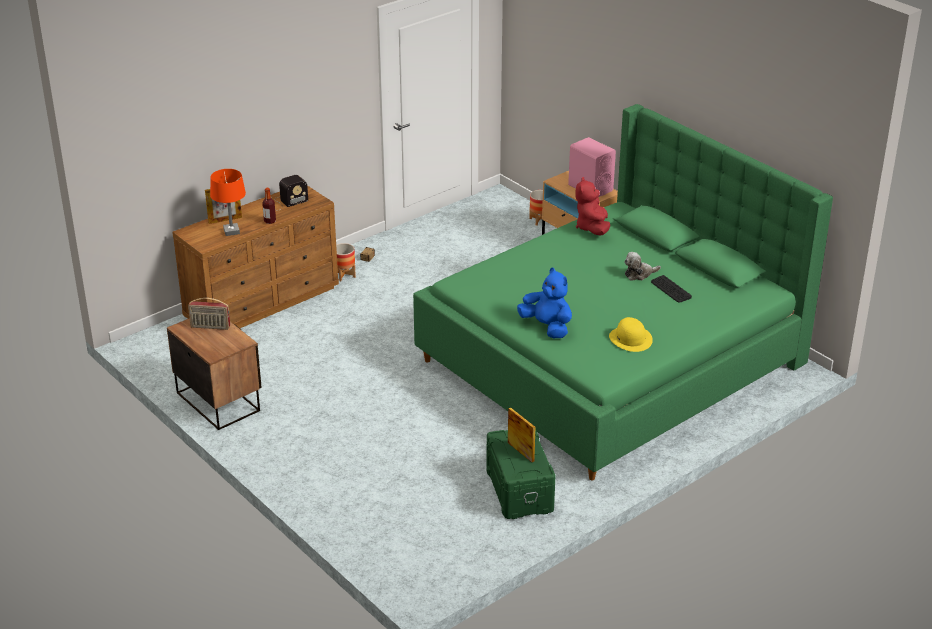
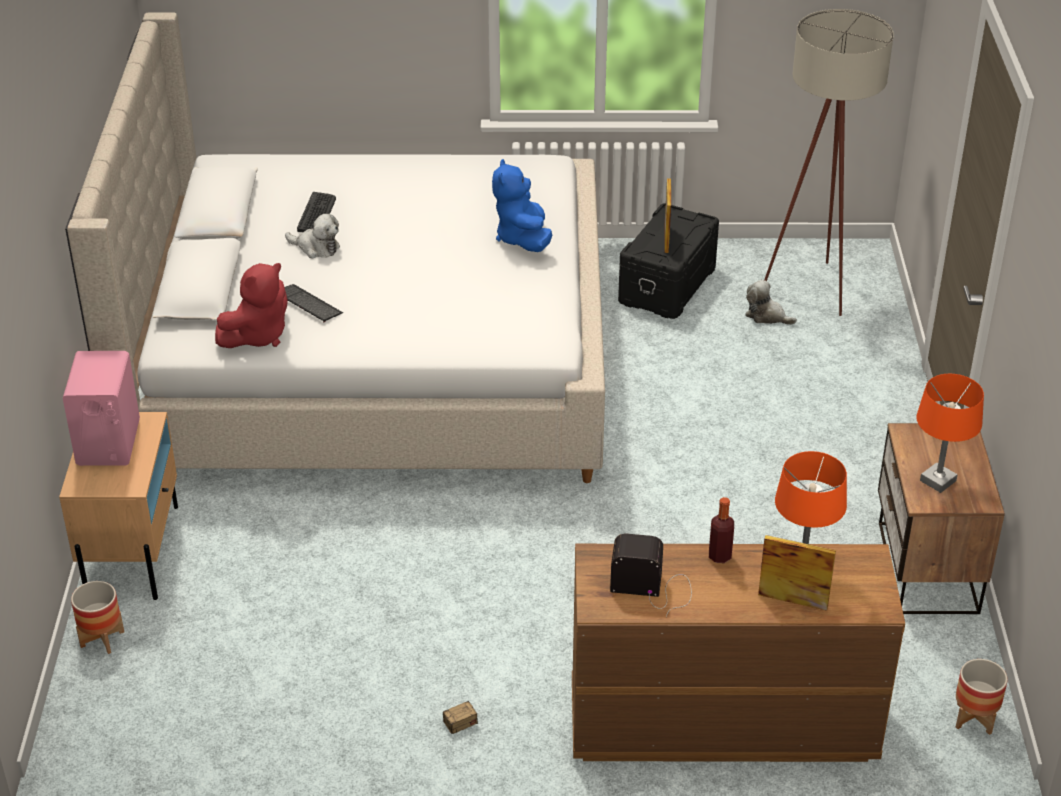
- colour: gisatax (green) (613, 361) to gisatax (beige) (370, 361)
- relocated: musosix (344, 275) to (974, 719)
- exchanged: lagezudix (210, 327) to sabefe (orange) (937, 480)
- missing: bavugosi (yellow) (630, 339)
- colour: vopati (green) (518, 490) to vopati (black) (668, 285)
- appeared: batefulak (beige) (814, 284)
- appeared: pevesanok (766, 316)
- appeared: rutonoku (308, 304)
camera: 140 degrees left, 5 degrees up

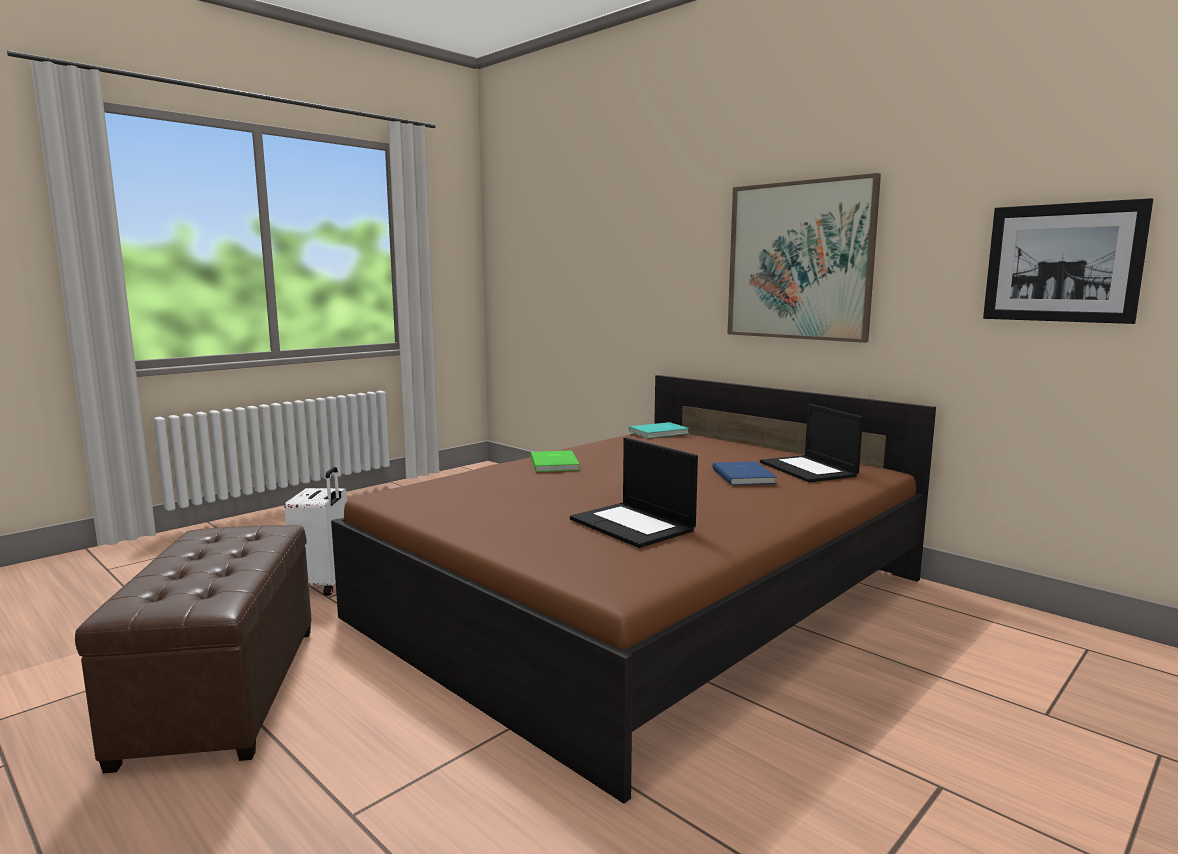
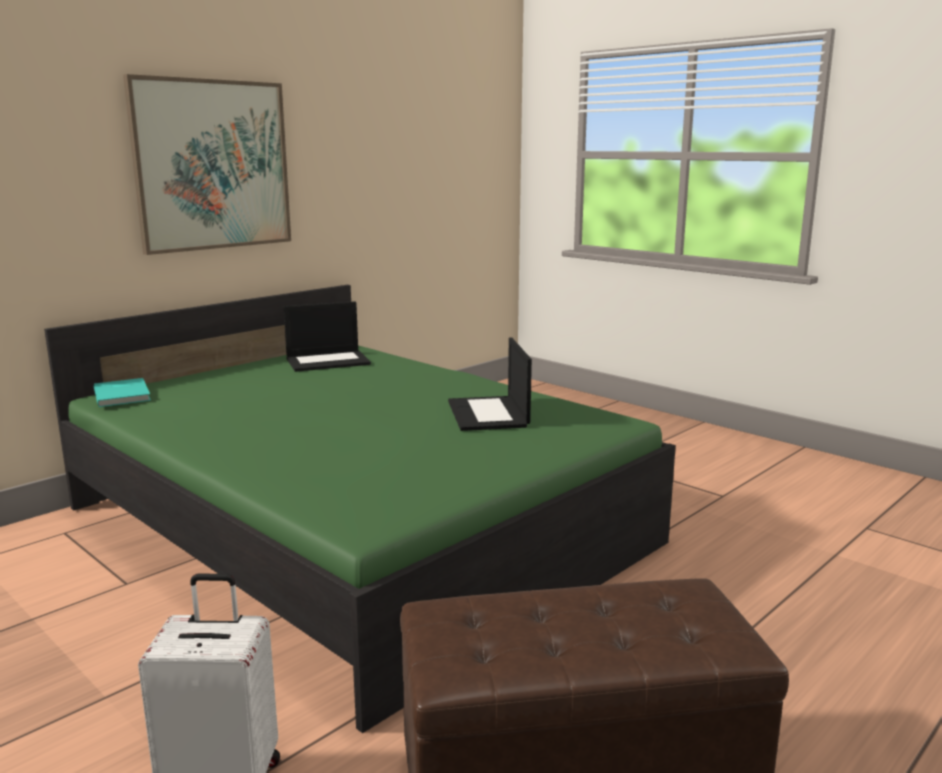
- missing: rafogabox (1062, 263)
- colour: gisatax (brown) (645, 597) to gisatax (green) (355, 525)
- spun: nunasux (633, 525) = (488, 414) 120 degrees clockwise
- missing: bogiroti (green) (555, 463)
- missing: bogiroti (blue) (744, 475)
camera: 90 degrees left, 5 degrees up

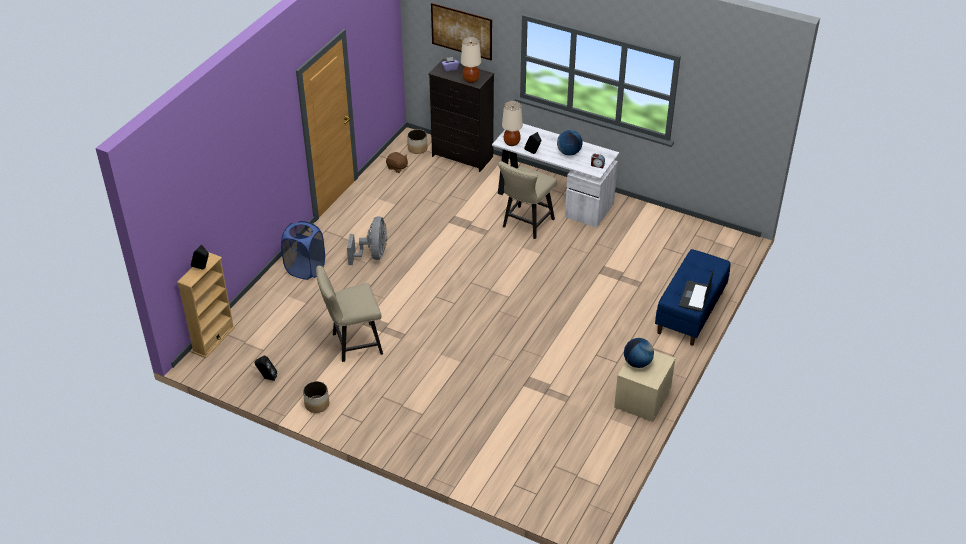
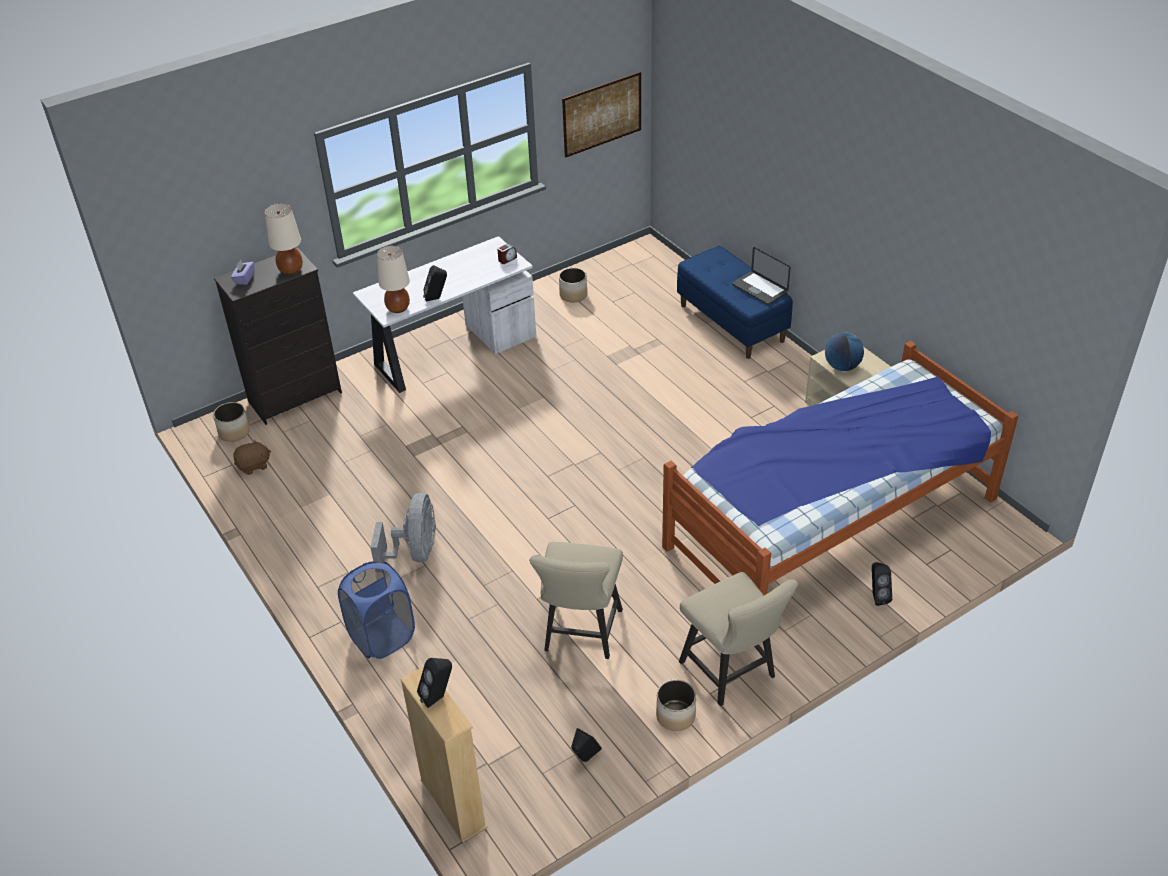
- relocated: rafogabox (461, 31) to (602, 114)
- missing: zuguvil (569, 153)
- relocated: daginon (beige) (526, 225) to (732, 673)
- spun: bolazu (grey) (373, 255) = (415, 553) 60 degrees clockwise
- appeared: musosix (573, 295)
- appeared: gisatax (830, 522)
- appeared: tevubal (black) (877, 596)
camera: 60 degrees left, 0 degrees up

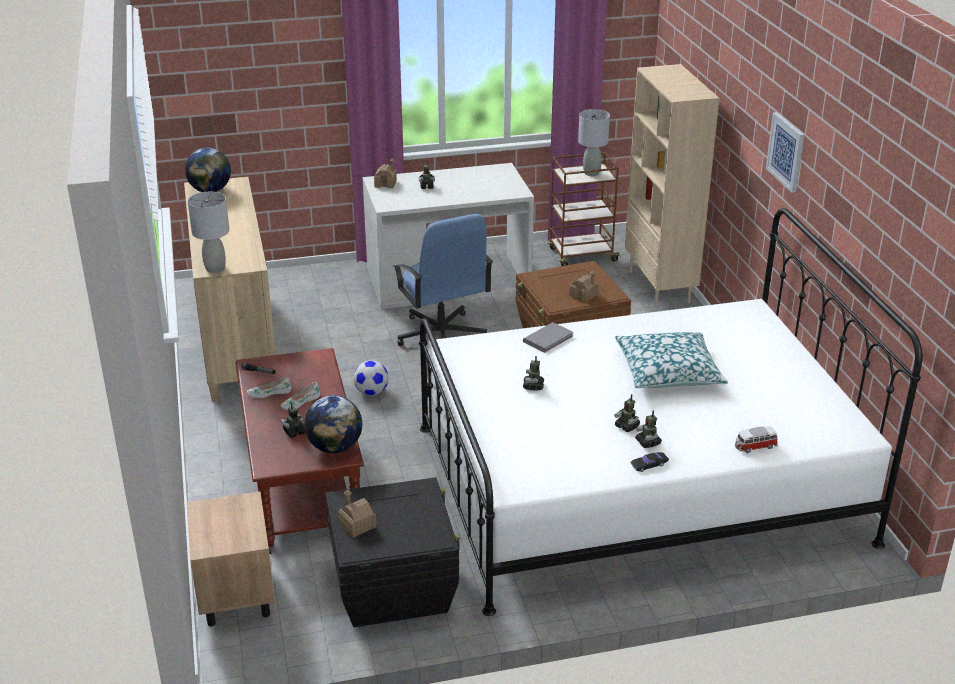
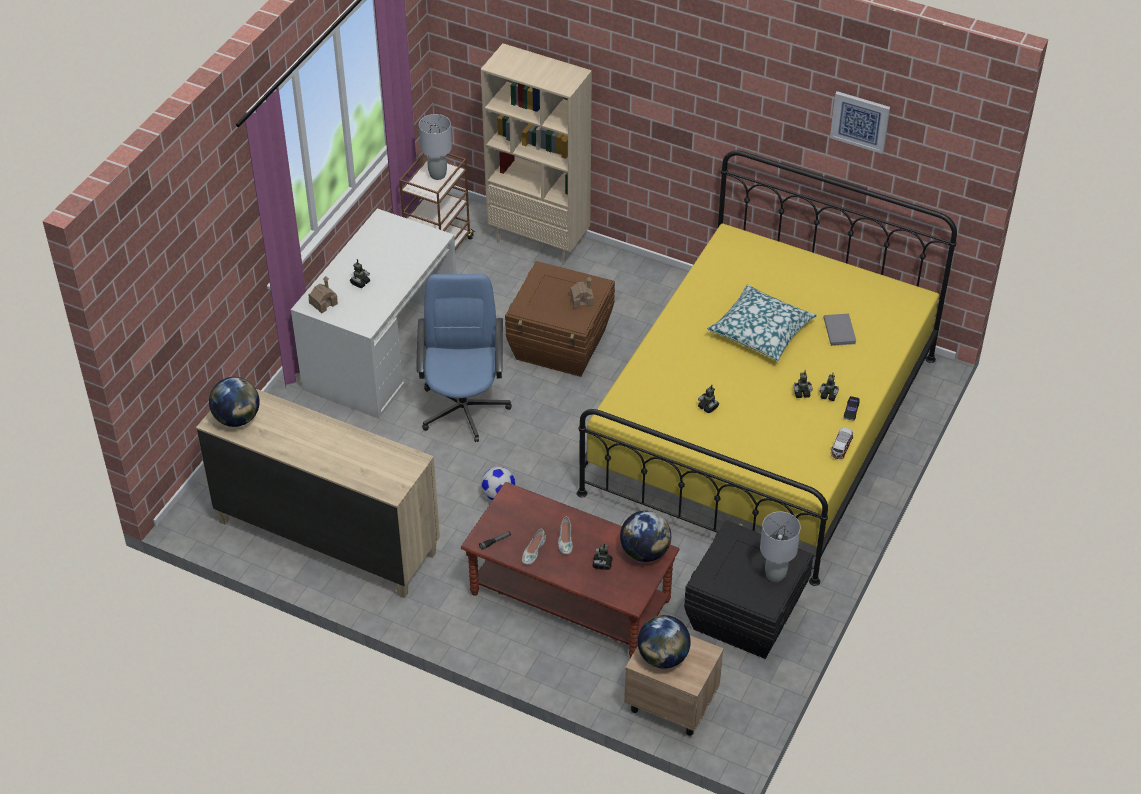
- relocated: rafogabox (786, 151) to (860, 121)
- relocated: sabefe (grey) (215, 269) to (775, 575)
- colour: gisatax (white) (637, 483) to gisatax (yellow) (761, 424)
- spun: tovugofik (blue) (441, 336) = (464, 407) 105 degrees counterclockwise
- relocated: bogiroti (grey) (549, 339) to (840, 330)
- relocated: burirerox (755, 447) to (841, 448)
- missing: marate (357, 525)
- appeared: zuguvil (663, 657)
camera: 50 degrees left, 15 degrees up

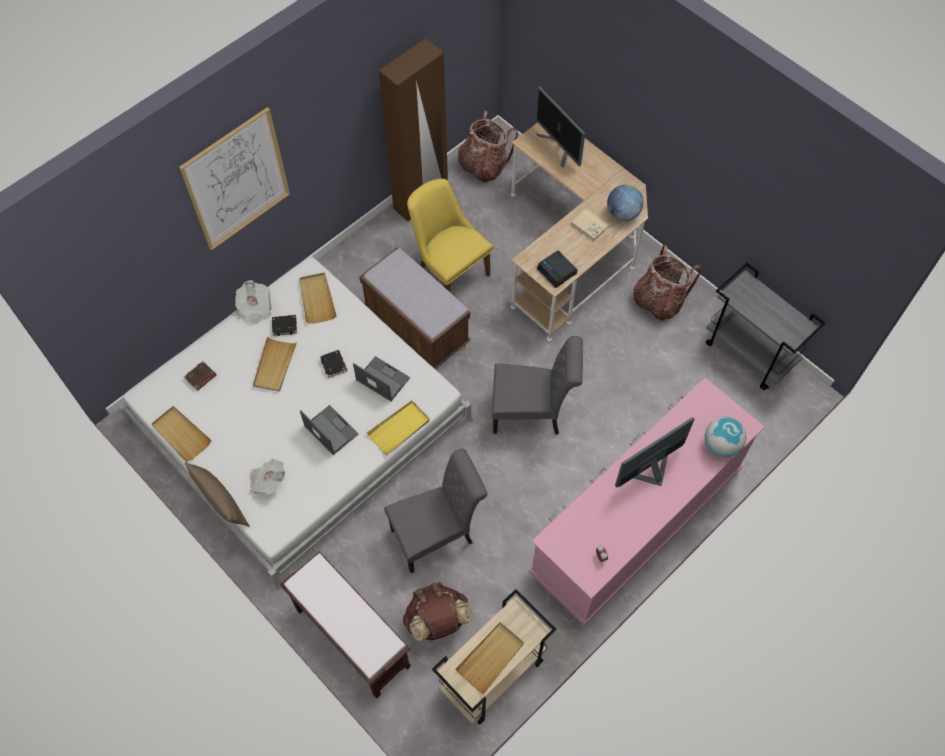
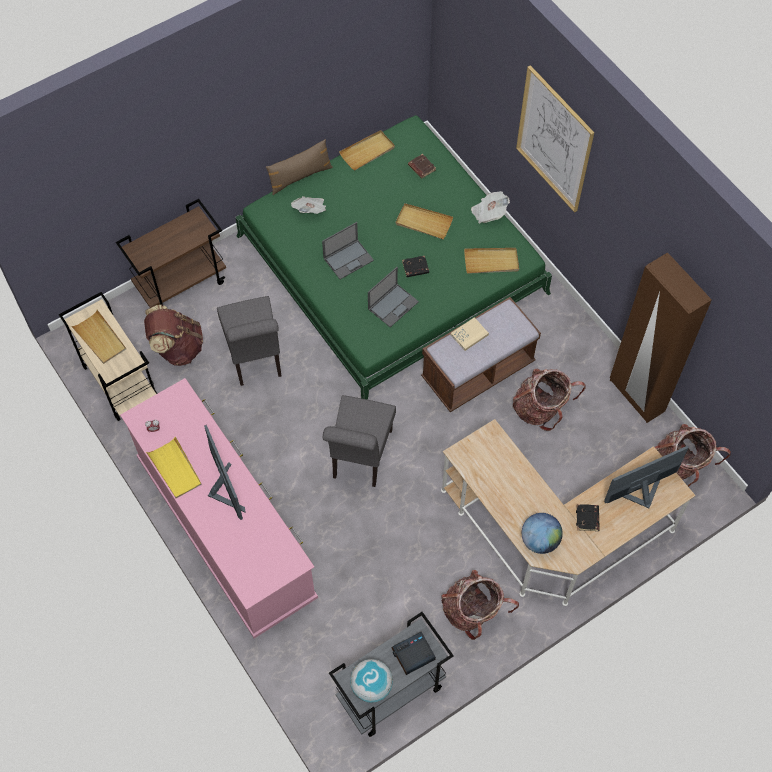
- exchanged: daginon (yellow) (448, 270) to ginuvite (541, 409)
- relocated: bogiroti (beige) (589, 225) to (469, 335)
- relocated: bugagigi (557, 271) to (413, 654)
- colour: gisatax (white) (300, 421) to gisatax (green) (391, 265)
- relocated: bogiroti (black) (285, 326) to (588, 519)
- relocated: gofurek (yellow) (399, 428) to (175, 469)
- relocated: zuguvil (721, 445) to (371, 686)
- exchanged: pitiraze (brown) (351, 637) to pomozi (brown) (182, 283)
camera: 100 degrees right, 0 degrees up

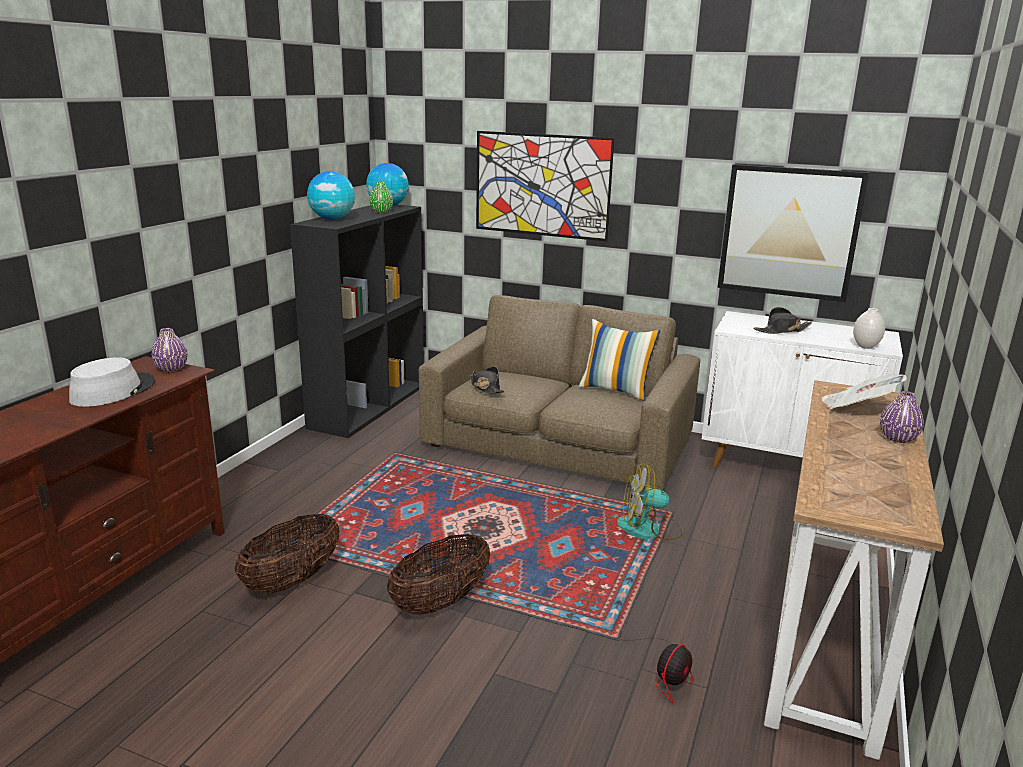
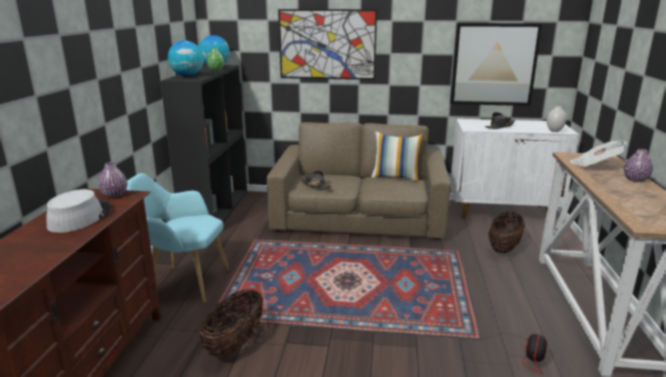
- missing: bolazu (649, 529)
- relocated: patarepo (441, 602) to (504, 248)
- appeared: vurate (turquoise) (184, 282)
camera: 15 degrees left, 0 degrees up

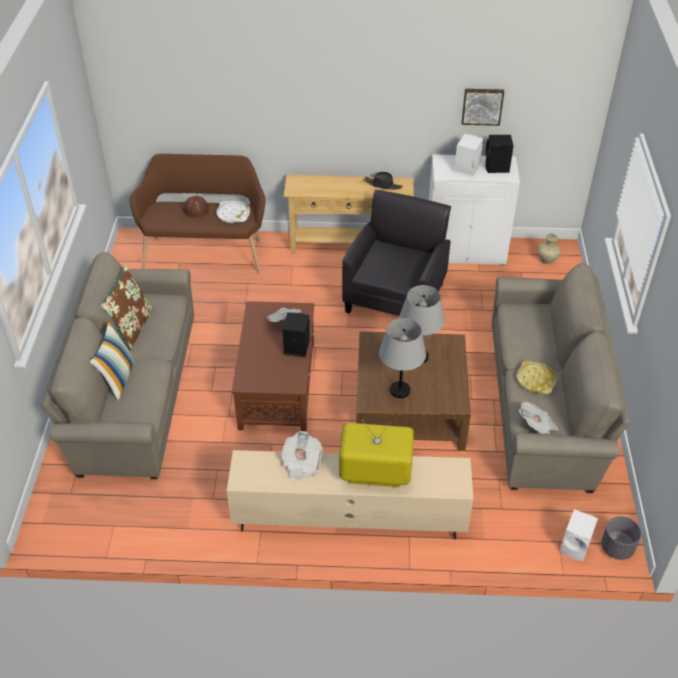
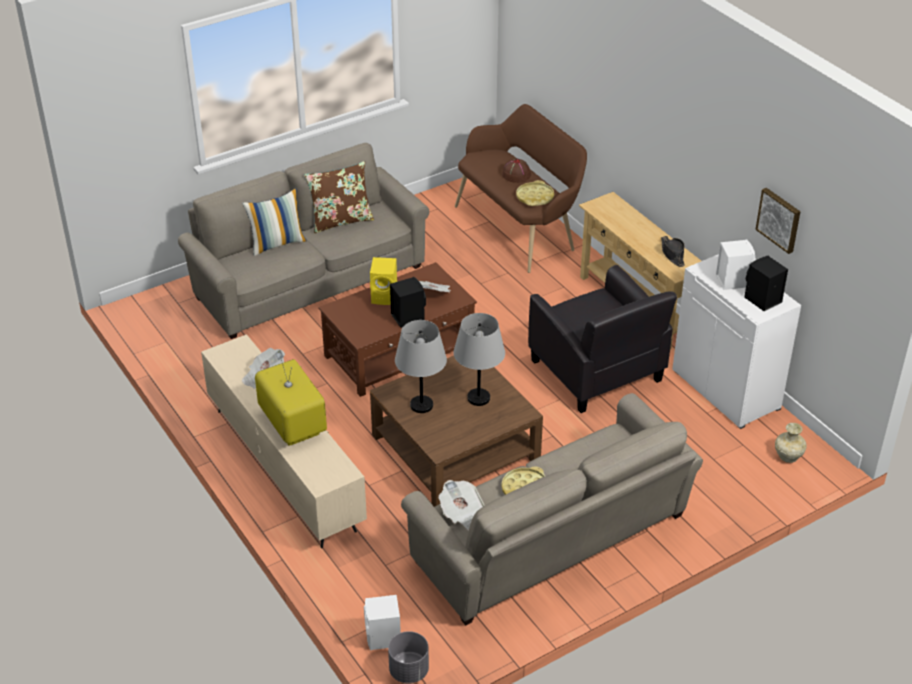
- spun: vurate (black) (395, 297) = (596, 372) 75 degrees clockwise
- colour: gofurek (white) (233, 215) to gofurek (yellow) (535, 197)
- appeared: tevubal (yellow) (385, 296)
camera: 55 degrees right, 5 degrees down

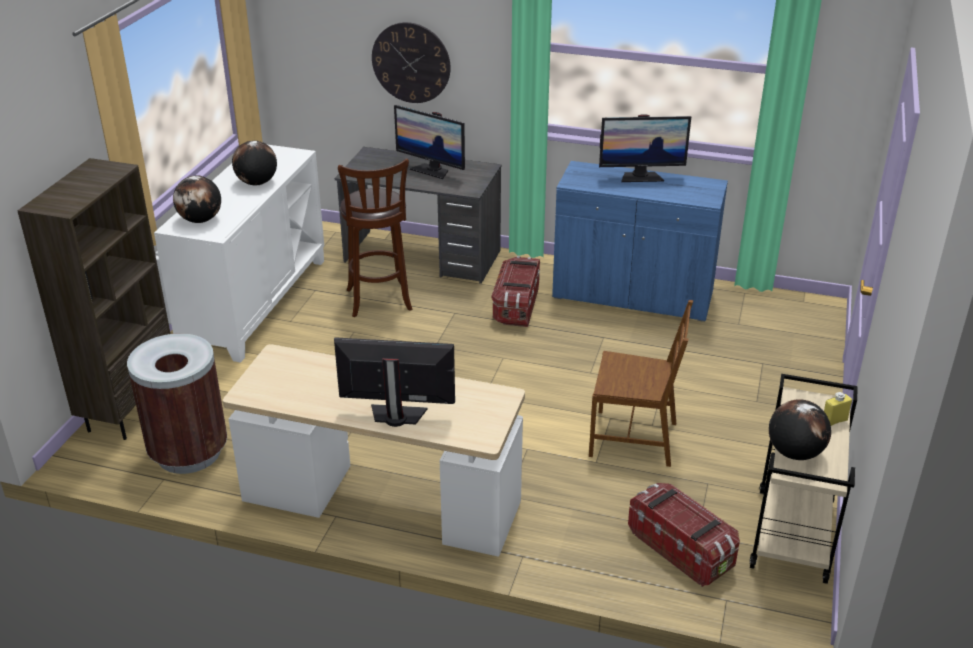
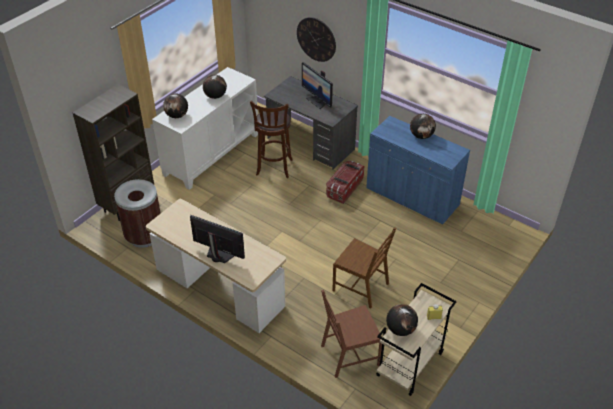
- exchanged: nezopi (640, 176) to zuguvil (421, 136)
- exchanged: vopati (681, 548) to daginon (brown) (349, 355)
camera: 20 degrees right, 10 degrees up

